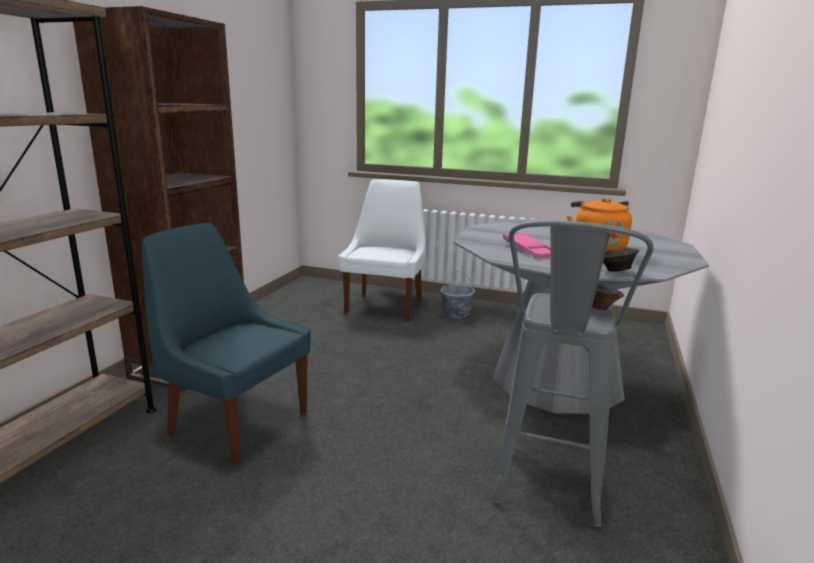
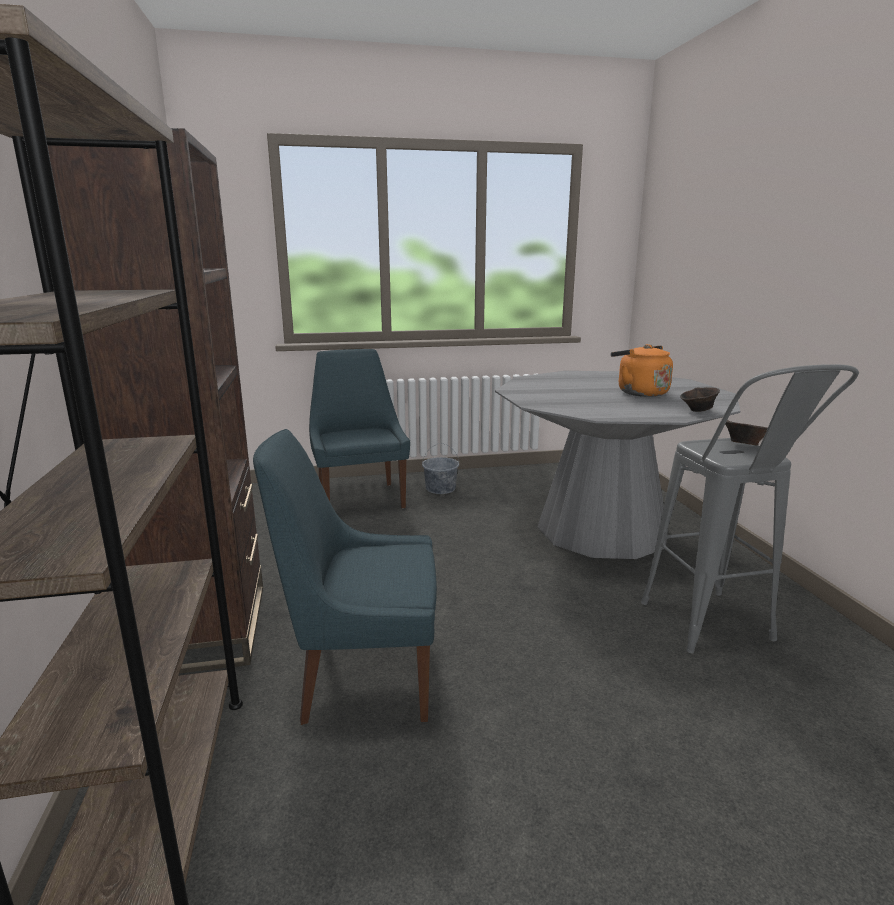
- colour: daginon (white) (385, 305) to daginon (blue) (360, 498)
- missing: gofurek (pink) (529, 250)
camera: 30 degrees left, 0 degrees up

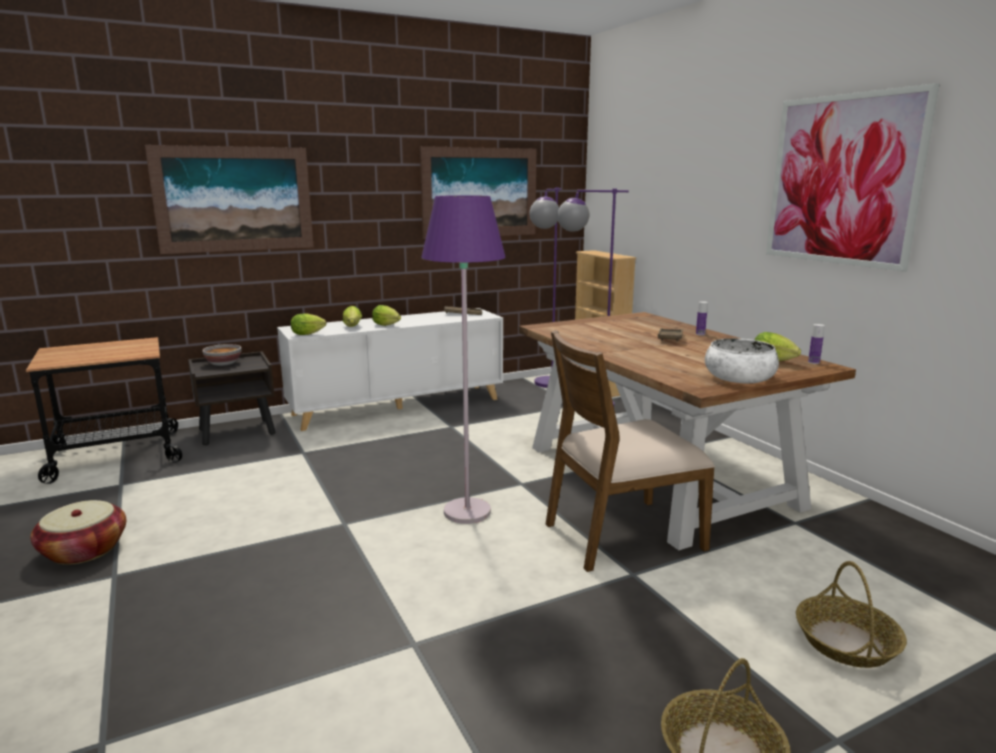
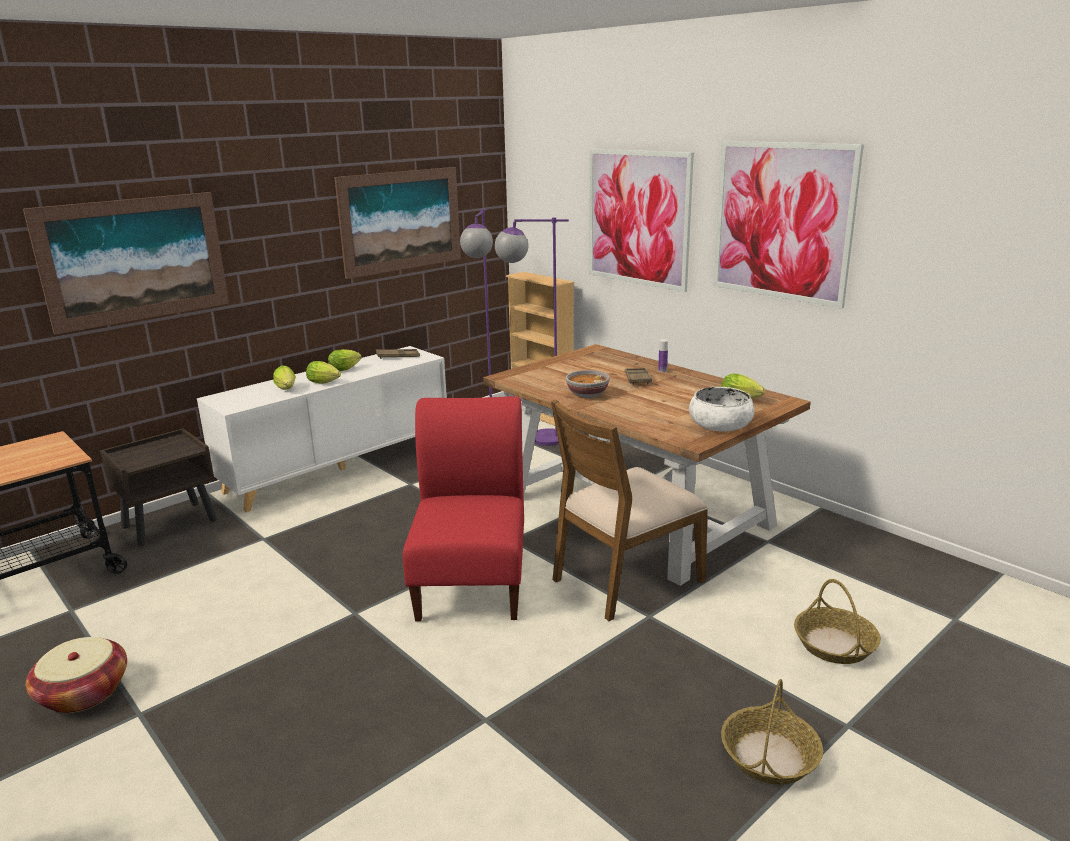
- exchanged: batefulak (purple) (467, 512) to daginon (red) (472, 579)
- relocated: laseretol (309, 334) to (346, 369)
- missing: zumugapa (813, 362)
- relocated: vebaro (223, 363) to (587, 394)
- appeared: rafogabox (638, 218)
camera: 15 degrees left, 5 degrees up

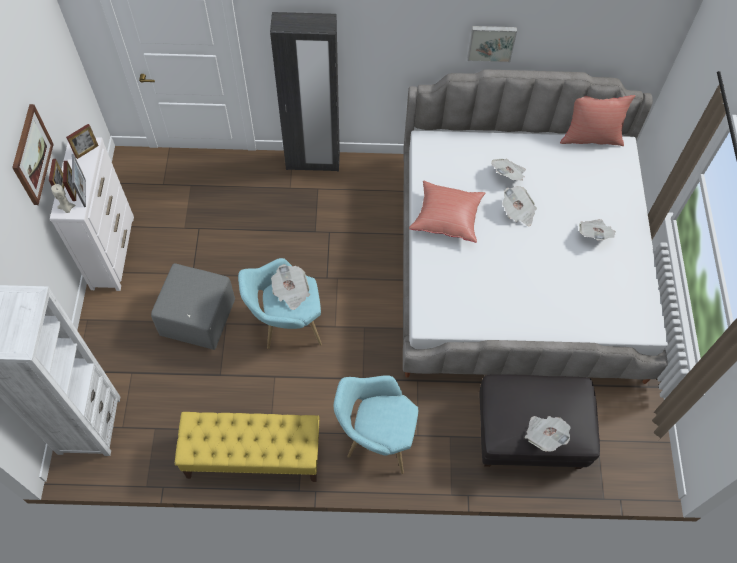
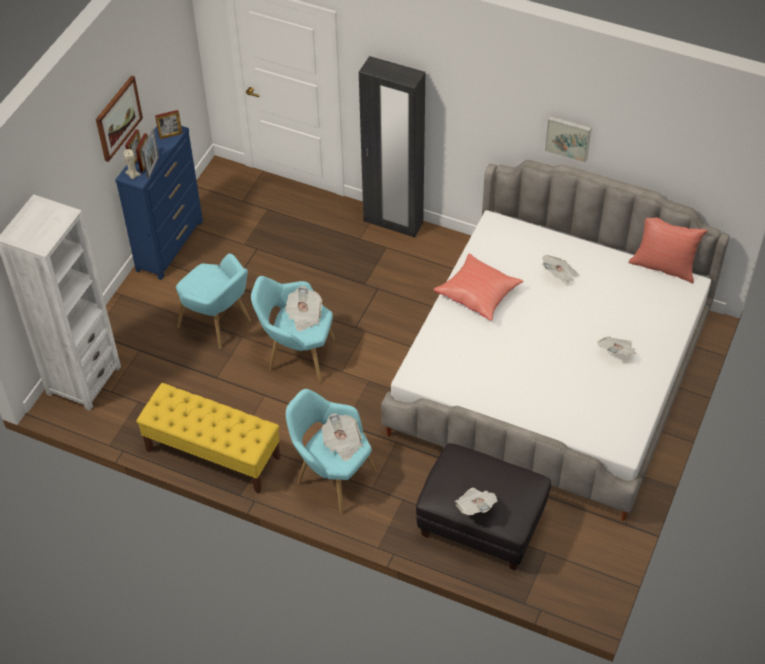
- colour: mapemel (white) (113, 251) to mapemel (blue) (170, 245)
- relocated: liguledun (518, 212) to (342, 443)
- exchanged: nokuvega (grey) (198, 319) to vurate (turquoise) (219, 325)
camera: 25 degrees right, 10 degrees down

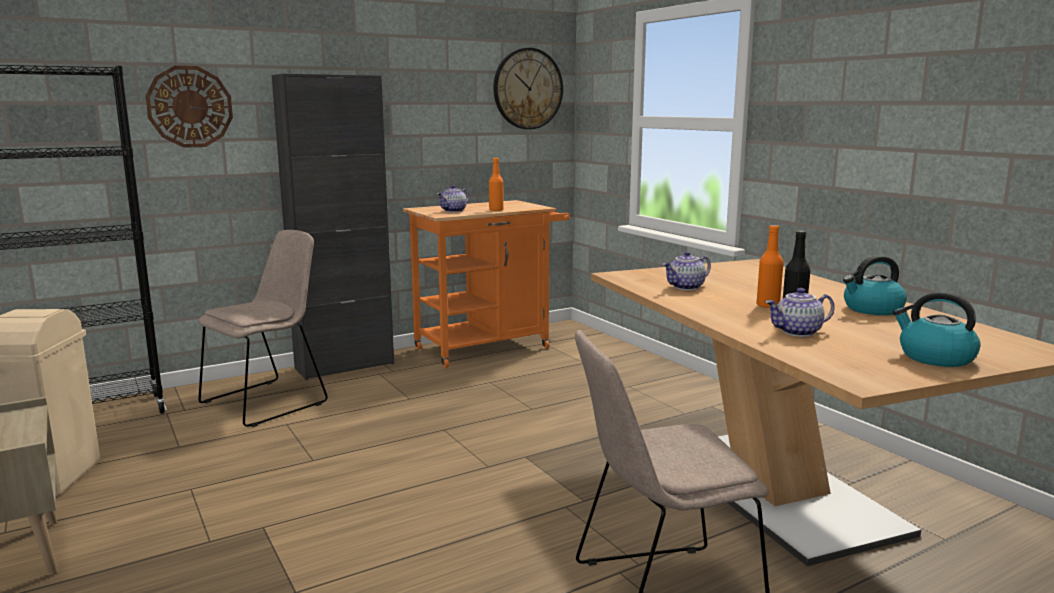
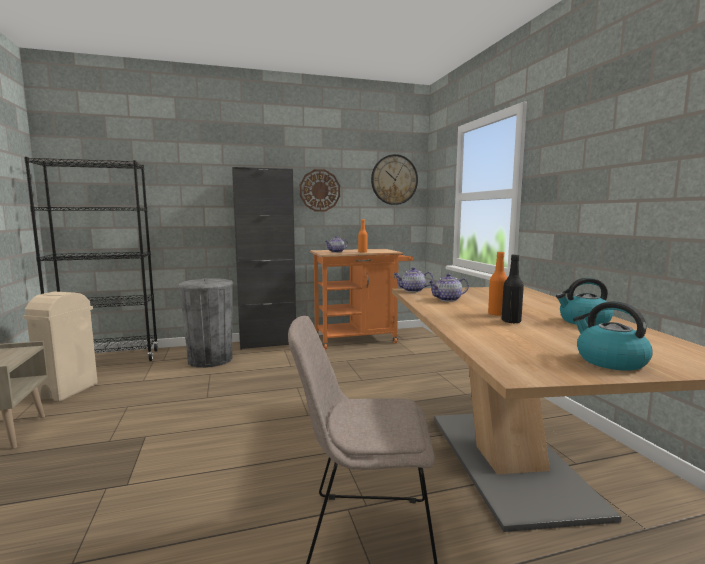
- relocated: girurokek (190, 107) to (319, 190)
- exchanged: daginon (beige) (268, 401) to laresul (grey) (210, 360)
- relocated: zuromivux (798, 332) to (412, 290)
camera: 15 degrees right, 5 degrees down

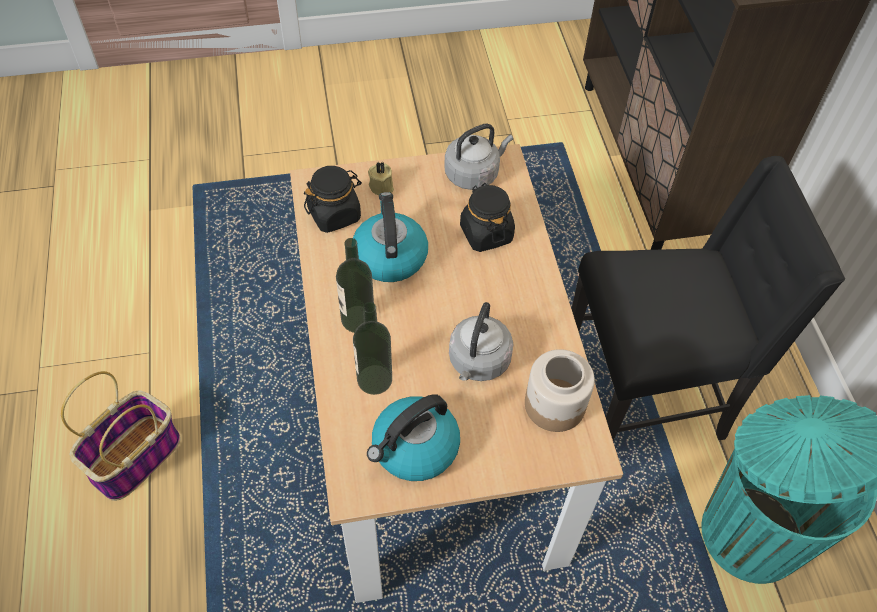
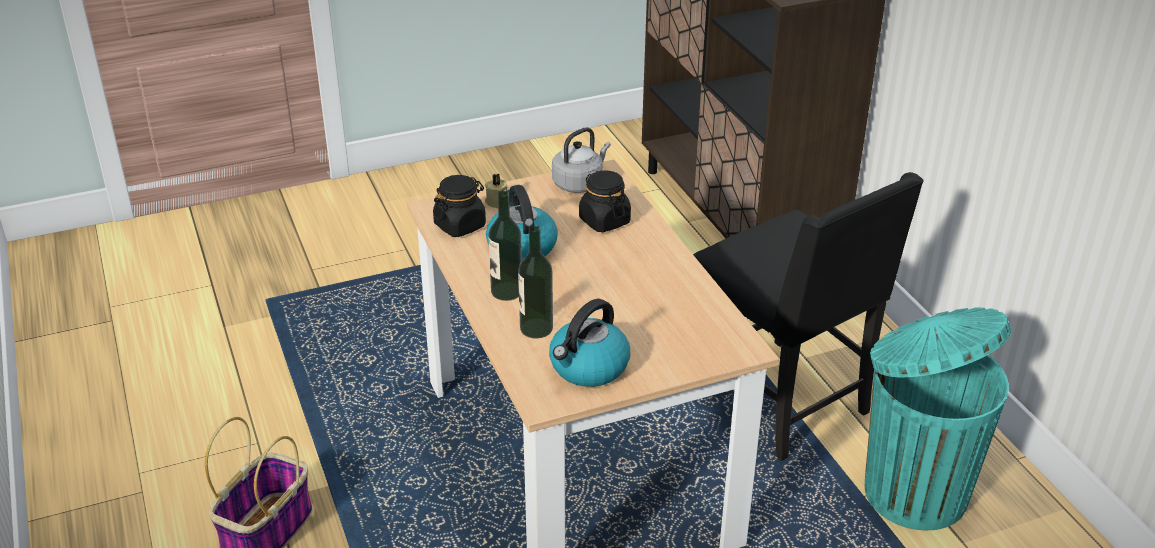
- spun: daginon (black) (646, 396) = (781, 402) 75 degrees clockwise
- missing: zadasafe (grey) (478, 362)
- missing: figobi (555, 405)
camera: 10 degrees left, 20 degrees down

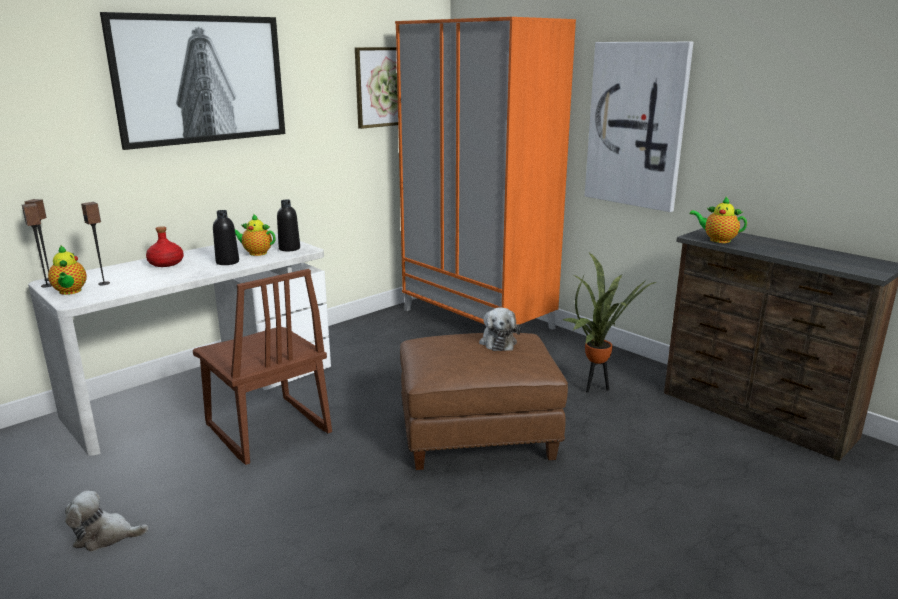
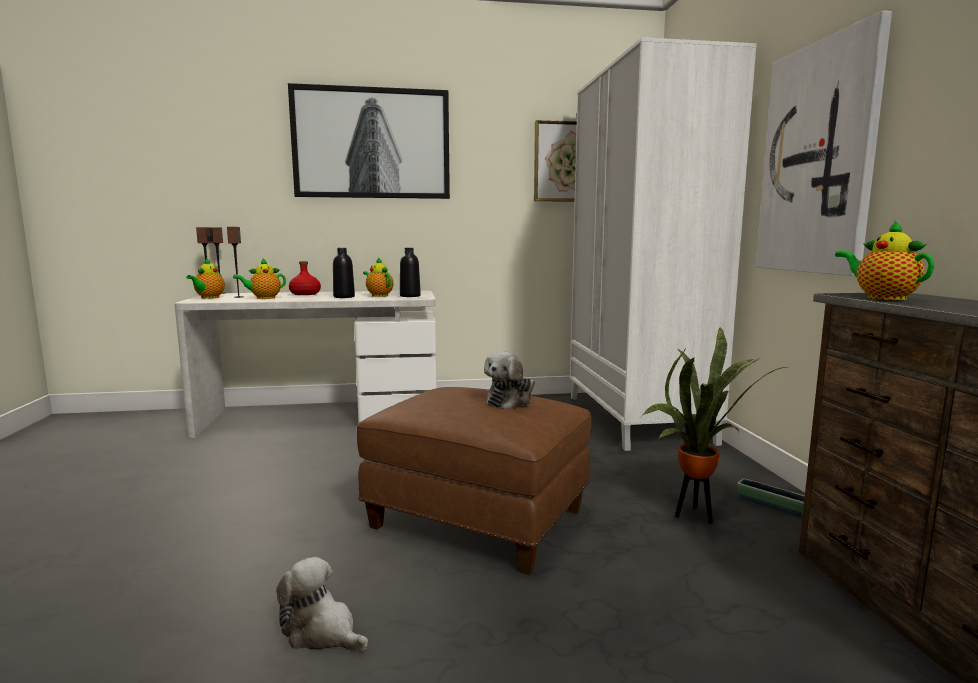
- colour: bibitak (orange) (478, 319) to bibitak (white) (637, 419)
- missing: daginon (brown) (267, 430)
- relocated: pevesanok (105, 536) to (322, 632)
- appeared: zuromivux (263, 298)
- appeared: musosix (772, 506)
camera: 35 degrees right, 10 degrees down

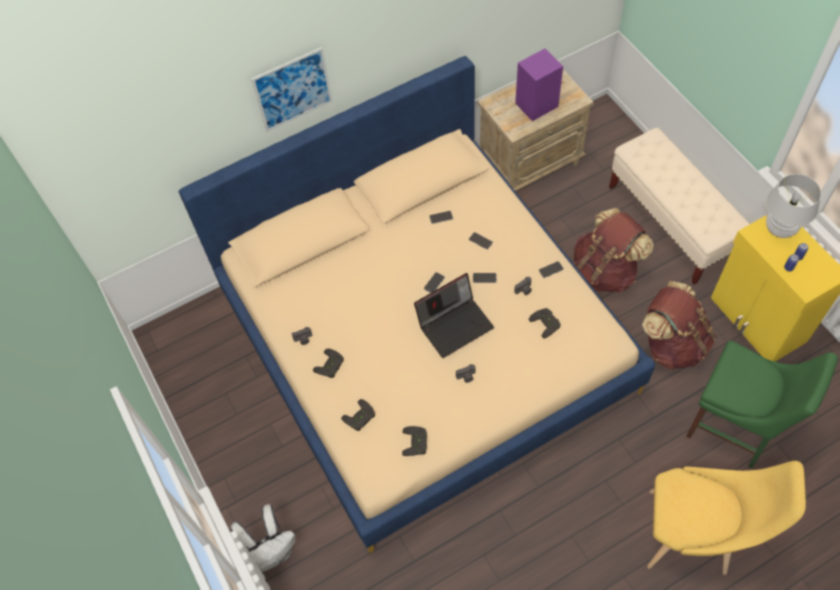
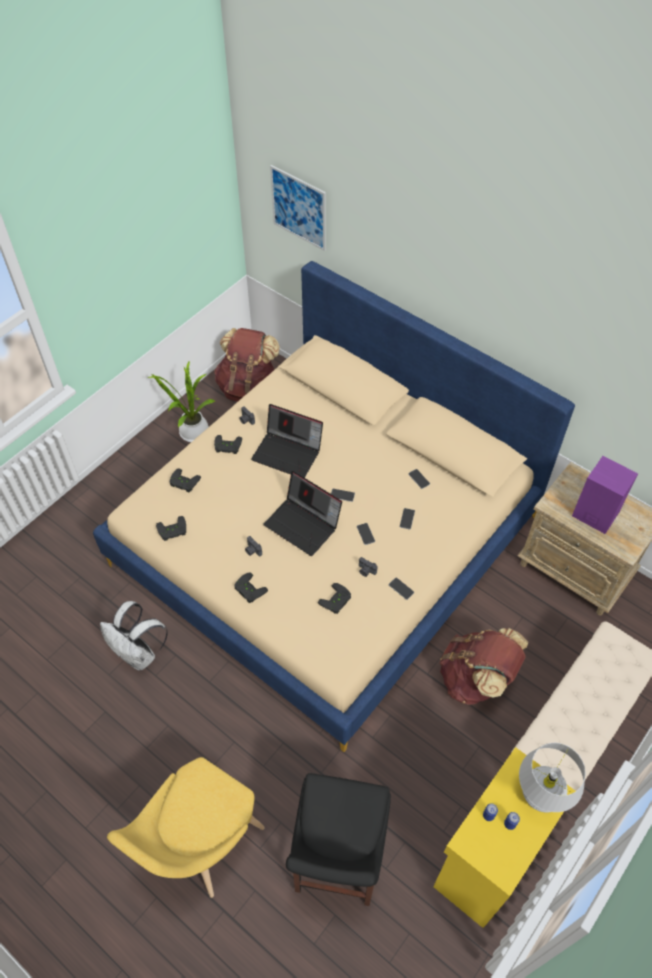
- relocated: rafogabox (293, 89) to (299, 208)
- relocated: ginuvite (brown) (672, 343) to (249, 388)
- colour: daginon (green) (735, 429) to daginon (black) (336, 863)
- spun: daginon (yellow) (695, 535) = (201, 845) 45 degrees clockwise
- relocated: ginuvite (white) (271, 552) to (139, 654)
- appeared: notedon (191, 432)
- appeared: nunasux (288, 453)
- appeared: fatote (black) (248, 590)
camera: 65 degrees right, 5 degrees down

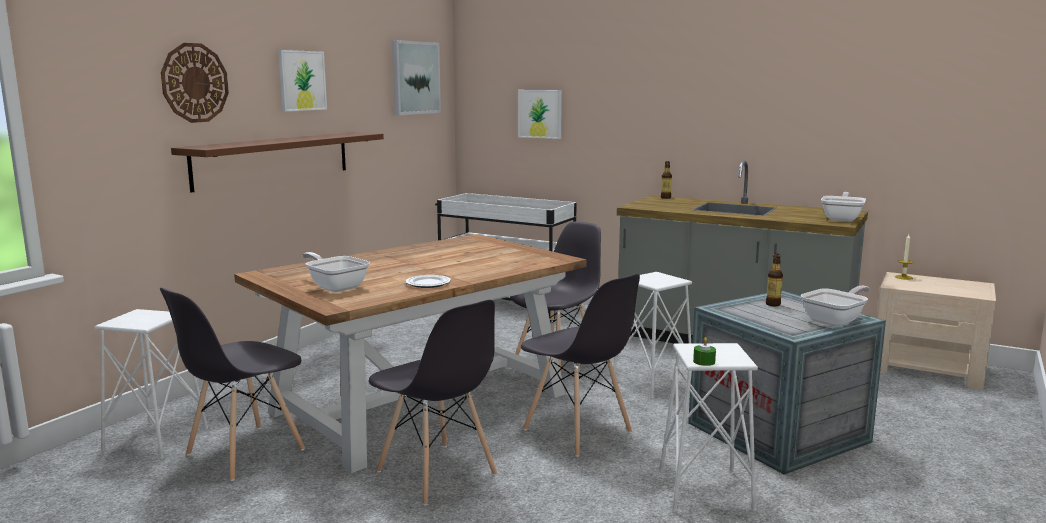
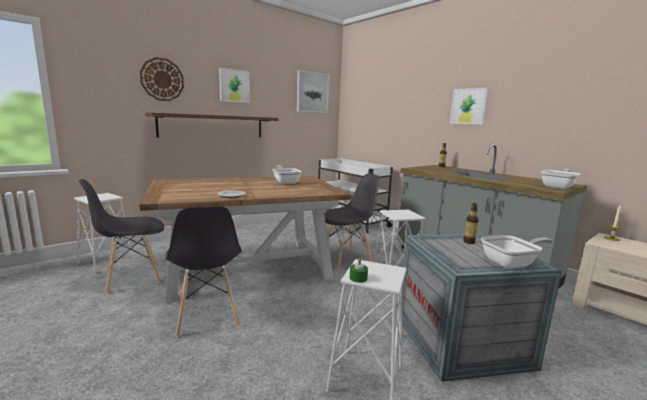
- relocated: rafogabox (540, 114) to (468, 106)
- relocated: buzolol (335, 287) to (286, 182)
- missing: daginon (grey) (578, 431)
camera: 20 degrees right, 0 degrees up

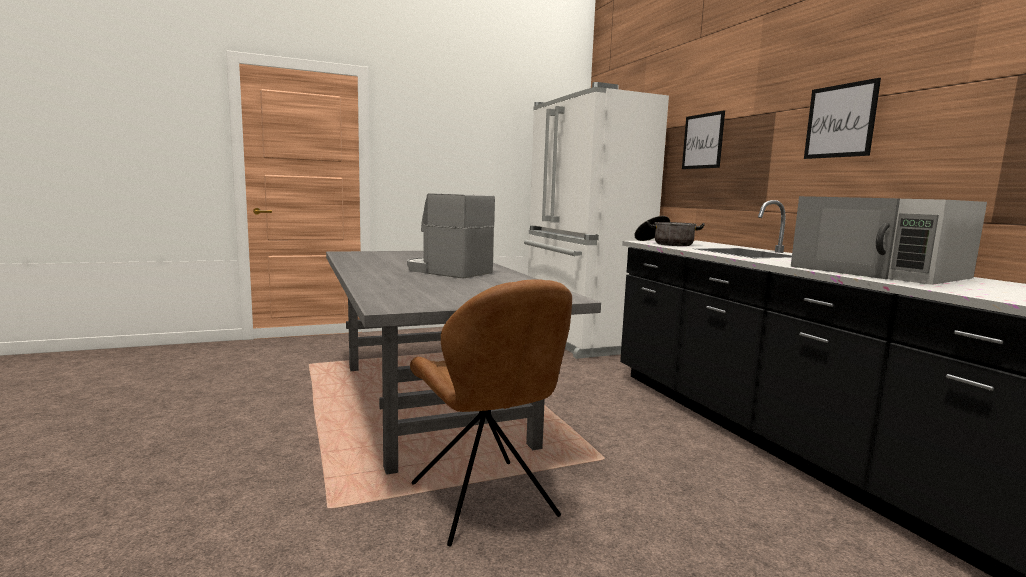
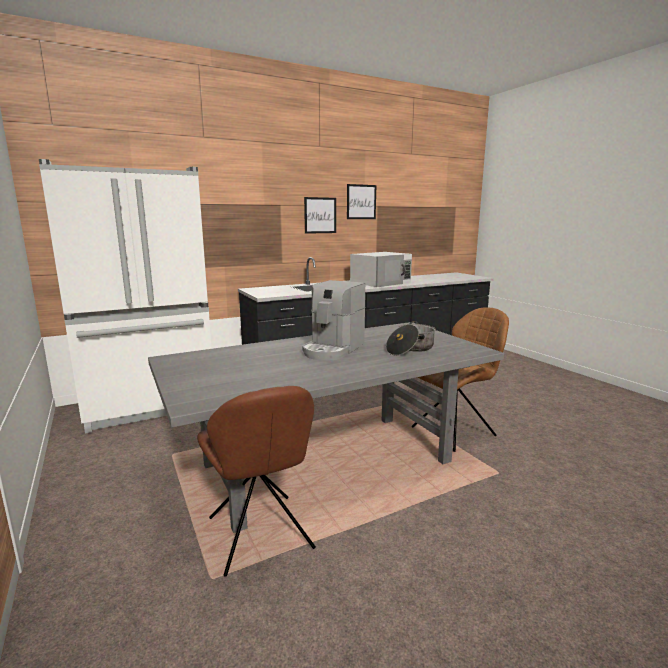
- relocated: rafogabox (703, 141) to (361, 202)
- relocated: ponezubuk (665, 243) to (410, 349)
- appeared: daginon (brown) (261, 536)
camera: 95 degrees left, 5 degrees up

